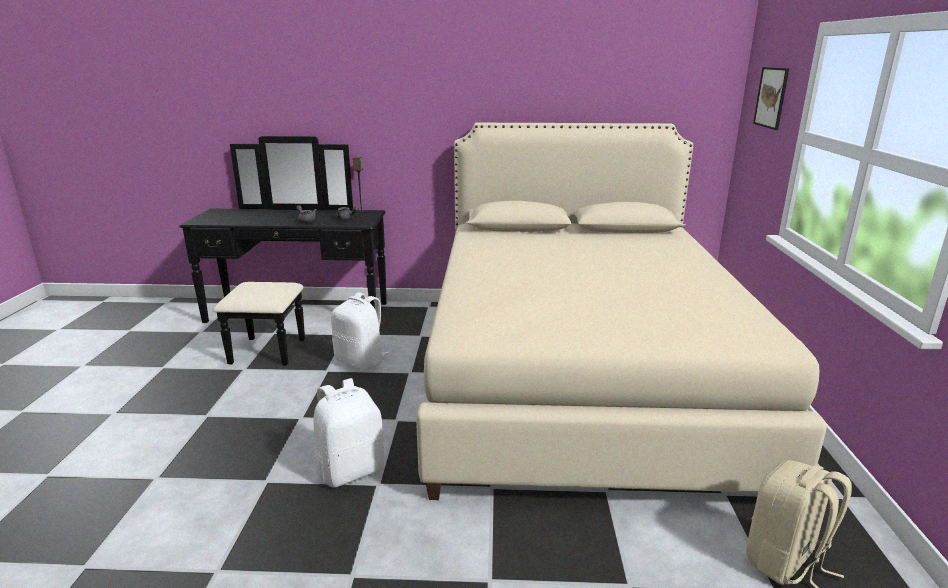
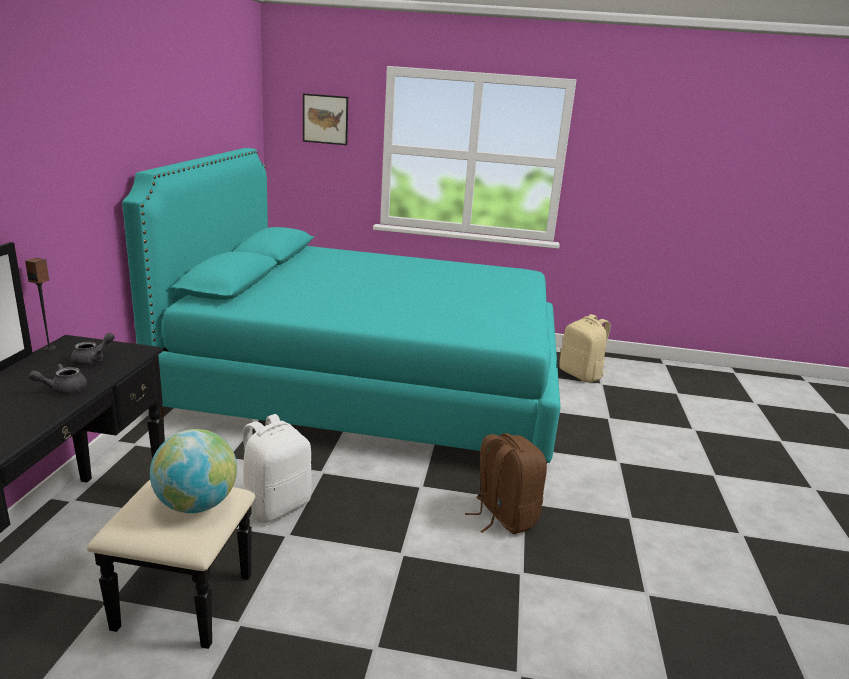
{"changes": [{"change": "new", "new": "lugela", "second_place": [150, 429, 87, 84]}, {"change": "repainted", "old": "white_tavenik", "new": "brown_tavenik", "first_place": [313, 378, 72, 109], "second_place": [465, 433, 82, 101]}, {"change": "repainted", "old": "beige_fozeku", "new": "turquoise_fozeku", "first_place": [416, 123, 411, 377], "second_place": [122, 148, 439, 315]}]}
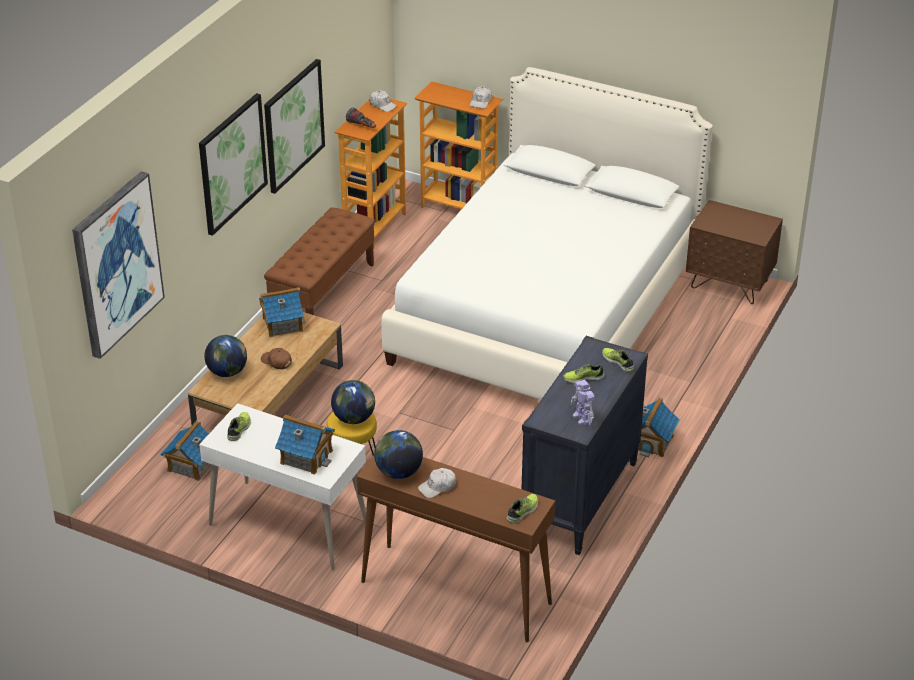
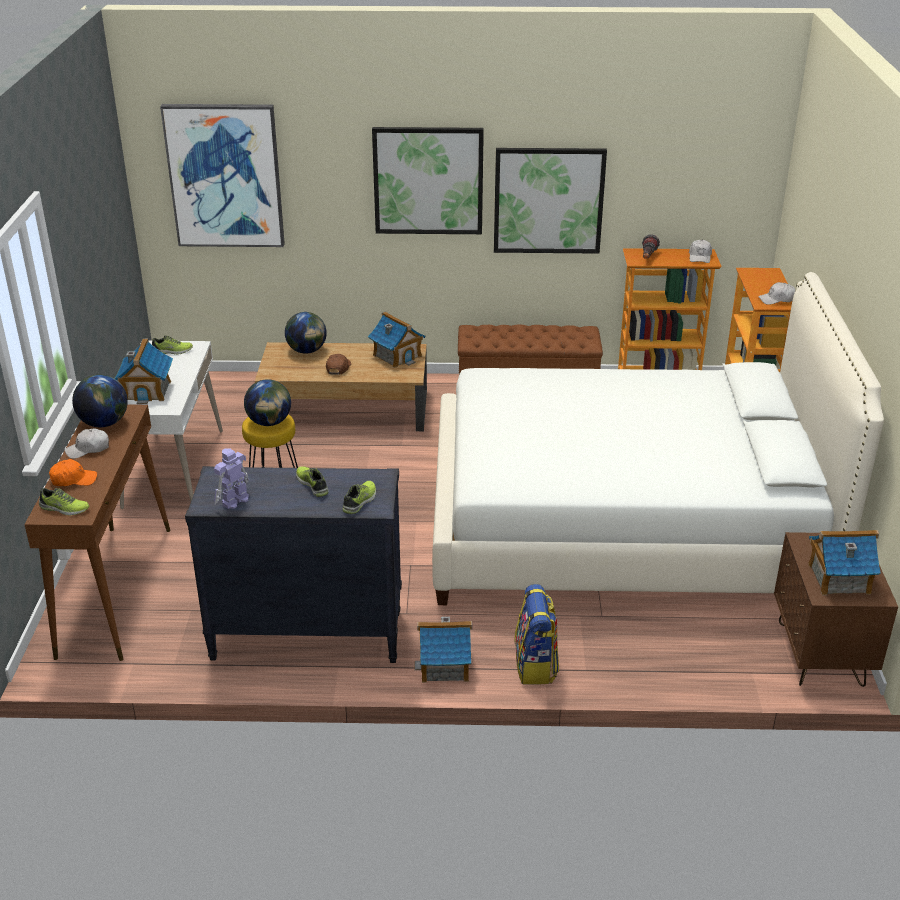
{"changes": [{"change": "new", "new": "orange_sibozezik", "second_place": [49, 459, 48, 27]}, {"change": "new", "new": "tavenik", "second_place": [514, 584, 45, 101]}, {"change": "shifted", "old": "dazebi", "first_place": [161, 420, 50, 61], "second_place": [808, 530, 73, 65]}, {"change": "rotated", "old": "white_sibozezik", "first_place": [418, 468, 38, 30], "second_place": [65, 429, 44, 30], "degrees": -60}]}
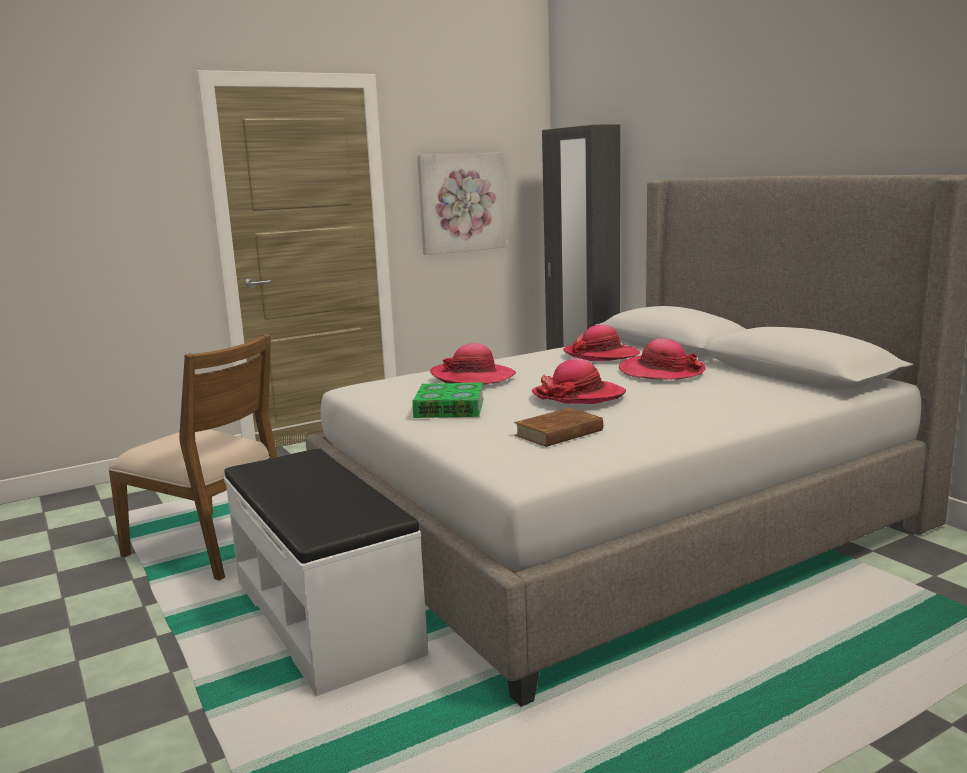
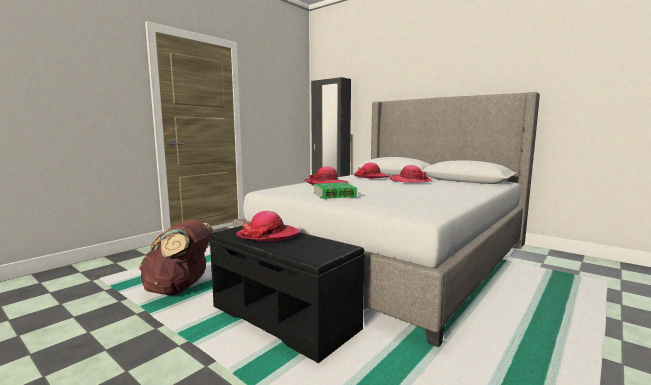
{"changes": [{"change": "gone", "old": "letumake", "first_place": [417, 152, 90, 103]}, {"change": "gone", "old": "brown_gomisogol", "first_place": [514, 408, 89, 39]}, {"change": "shifted", "old": "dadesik", "first_place": [532, 359, 94, 45], "second_place": [236, 211, 64, 30]}, {"change": "swapped", "old": "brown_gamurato", "new": "brown_tavenik", "first_place": [108, 334, 169, 247], "second_place": [139, 220, 76, 76]}, {"change": "repainted", "old": "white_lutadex", "new": "black_lutadex", "first_place": [224, 448, 204, 248], "second_place": [209, 225, 156, 138]}]}
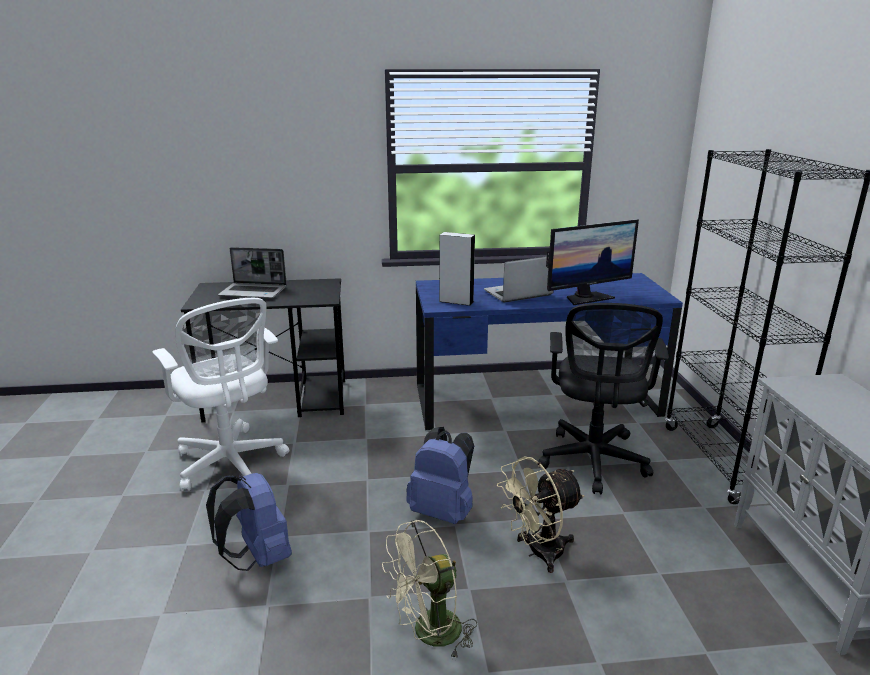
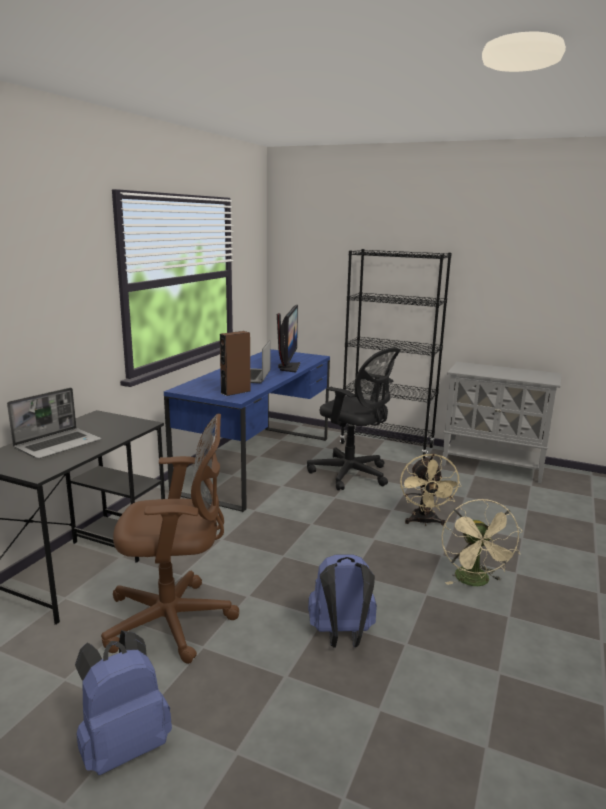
{"changes": [{"change": "shifted", "old": "blue_tavenik", "first_place": [406, 427, 68, 97], "second_place": [75, 630, 97, 145]}, {"change": "repainted", "old": "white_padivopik", "new": "brown_padivopik", "first_place": [152, 298, 137, 193], "second_place": [101, 413, 138, 251]}, {"change": "repainted", "old": "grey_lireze", "new": "brown_lireze", "first_place": [439, 232, 36, 74], "second_place": [220, 331, 31, 65]}]}
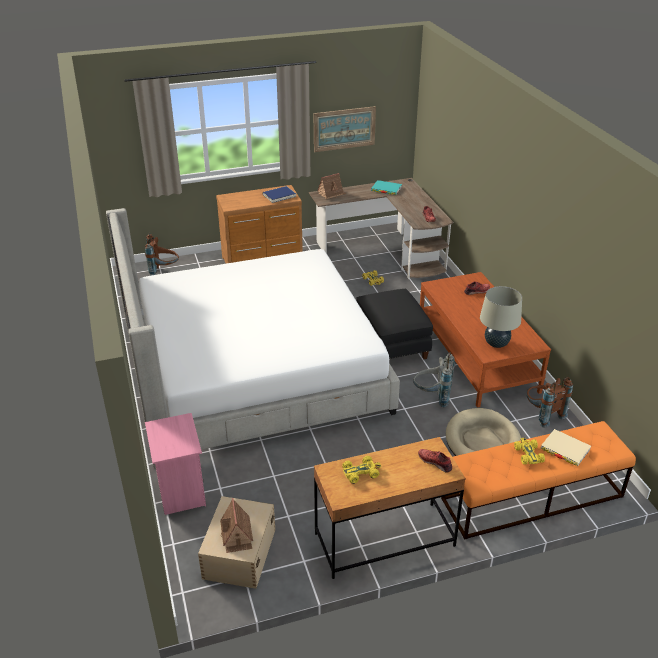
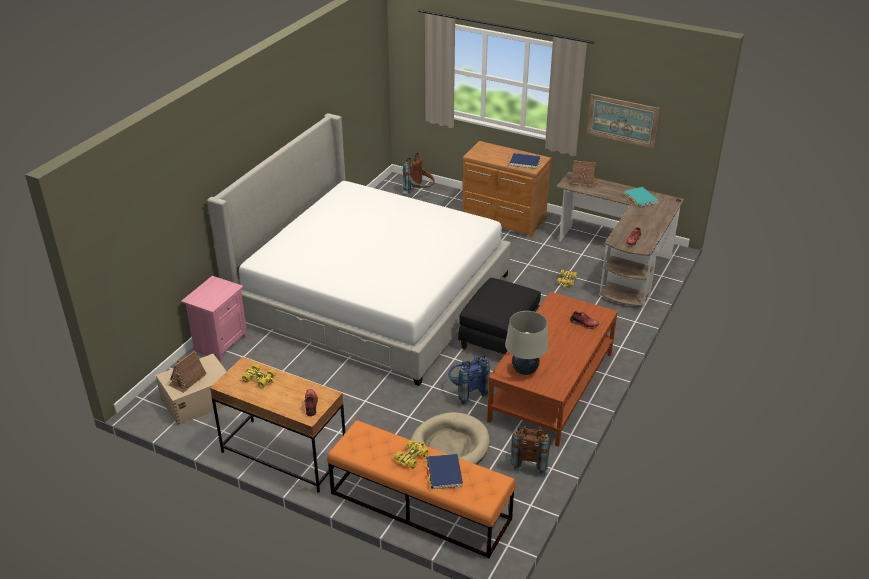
{"changes": [{"change": "repainted", "old": "grey_tavenik", "new": "blue_tavenik", "first_place": [413, 352, 42, 55], "second_place": [448, 355, 42, 51]}, {"change": "repainted", "old": "beige_gomisogol", "new": "blue_gomisogol", "first_place": [541, 429, 50, 37], "second_place": [426, 454, 37, 35]}]}
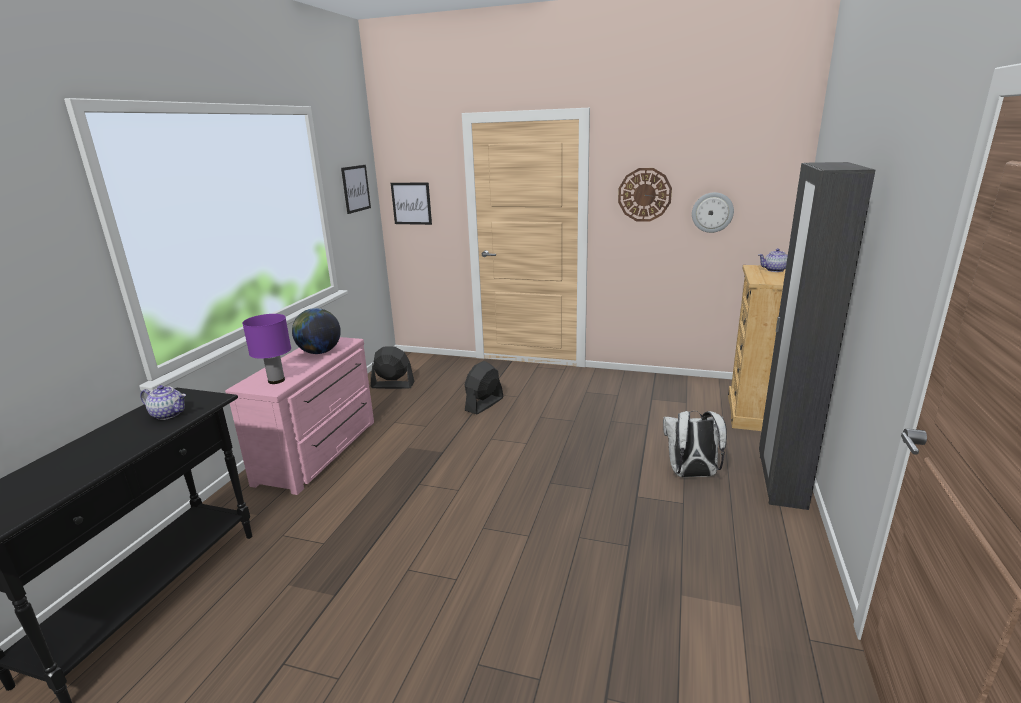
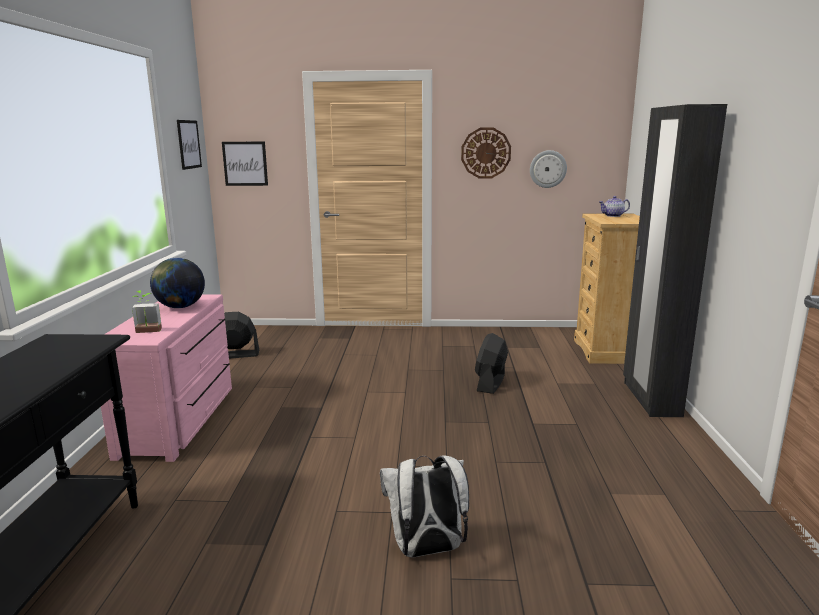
{"changes": [{"change": "gone", "old": "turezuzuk", "first_place": [140, 385, 46, 35]}, {"change": "shifted", "old": "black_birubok", "first_place": [465, 361, 39, 53], "second_place": [475, 333, 33, 61]}, {"change": "shifted", "old": "white_tavenik", "first_place": [663, 411, 64, 66], "second_place": [380, 455, 89, 102]}, {"change": "swapped", "old": "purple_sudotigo", "new": "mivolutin", "first_place": [242, 314, 49, 70], "second_place": [132, 291, 30, 42]}]}
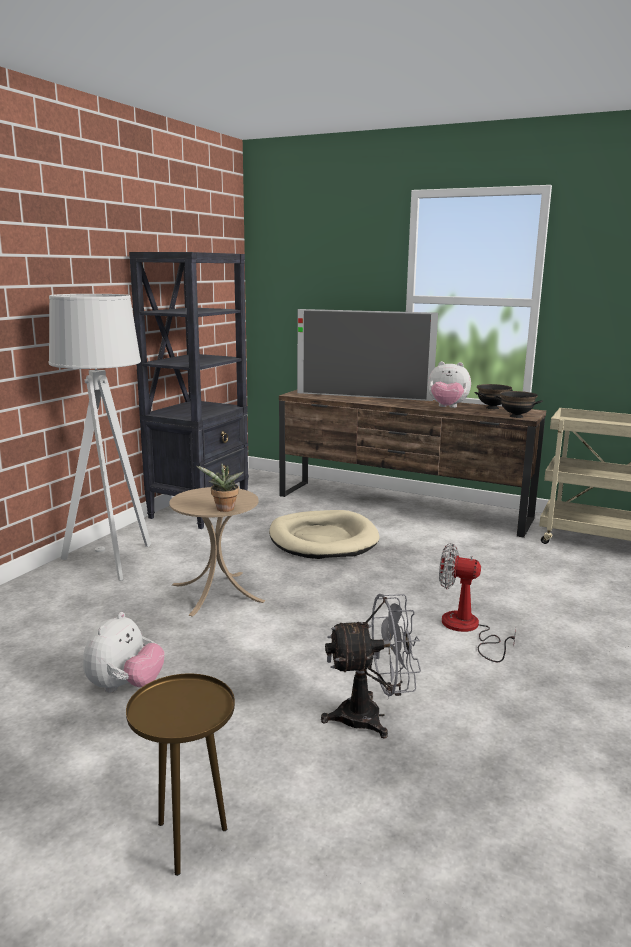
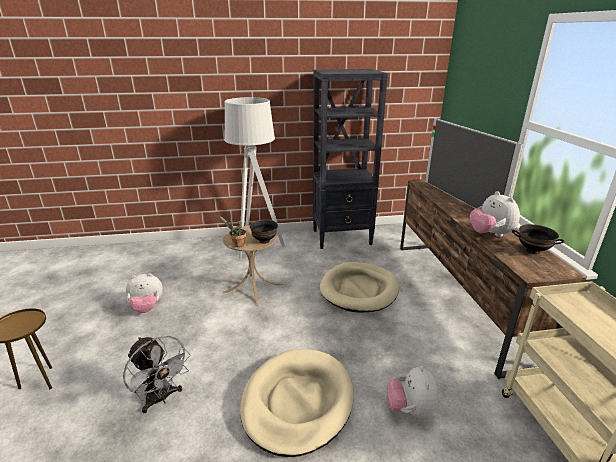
{"changes": [{"change": "new", "new": "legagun", "second_place": [387, 366, 52, 53]}, {"change": "shifted", "old": "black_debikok", "first_place": [494, 391, 49, 27], "second_place": [250, 220, 28, 24]}, {"change": "swapped", "old": "birubok", "new": "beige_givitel", "first_place": [439, 543, 77, 119], "second_place": [240, 349, 114, 108]}]}
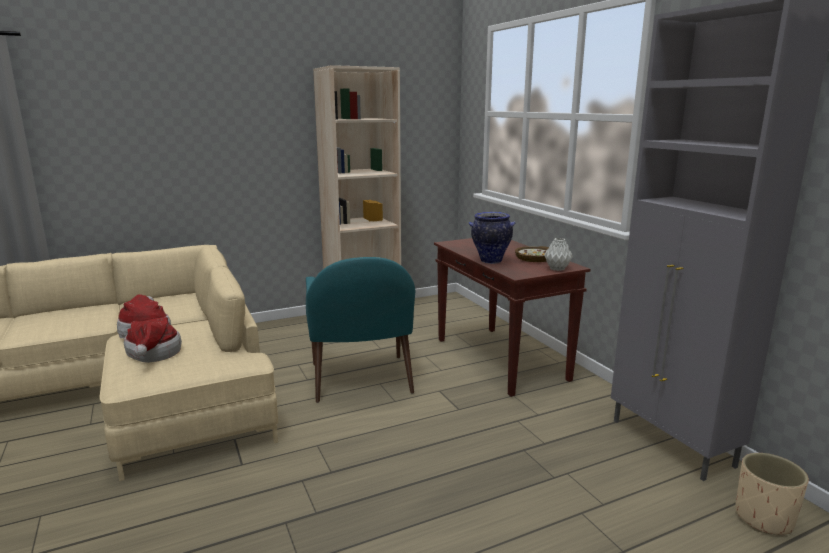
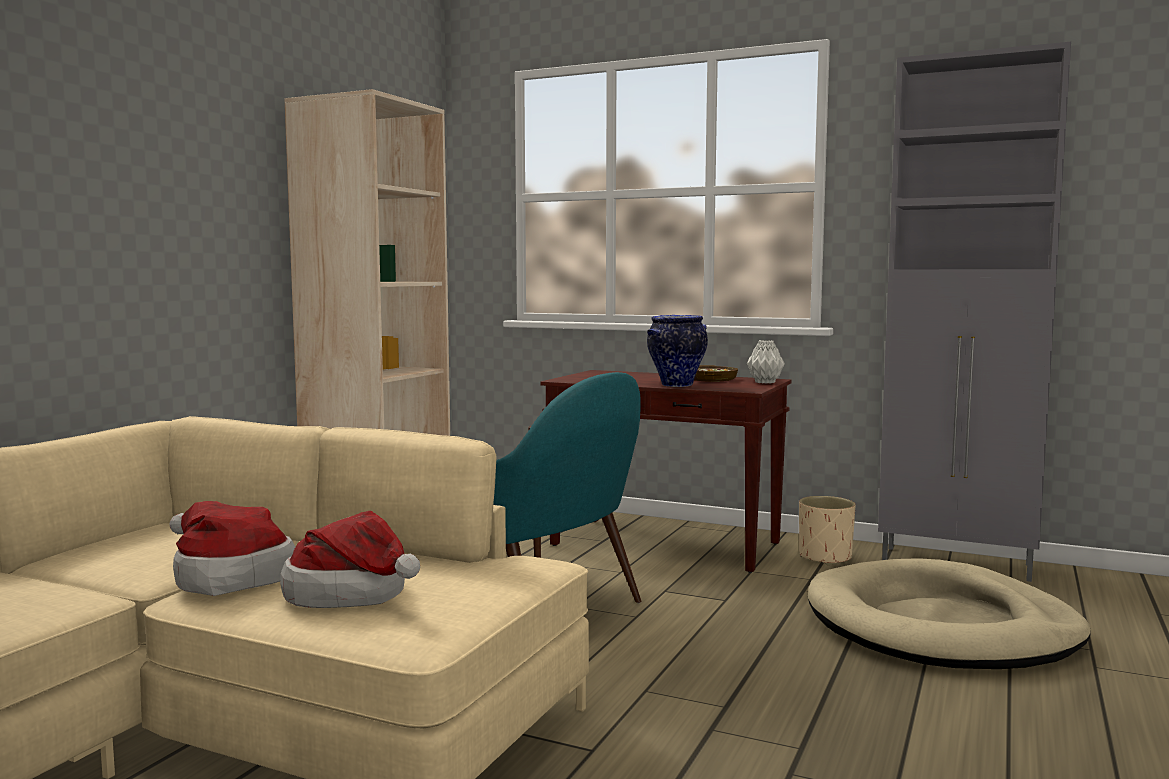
{"changes": [{"change": "new", "new": "beige_givitel", "second_place": [808, 558, 283, 111]}, {"change": "shifted", "old": "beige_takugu", "first_place": [735, 453, 74, 82], "second_place": [799, 496, 57, 69]}]}
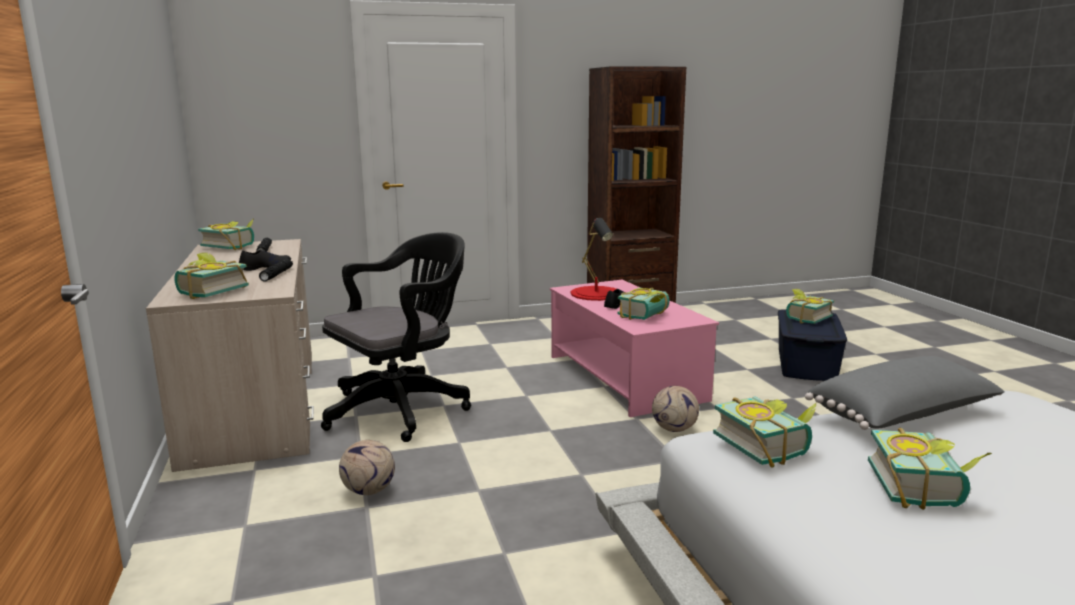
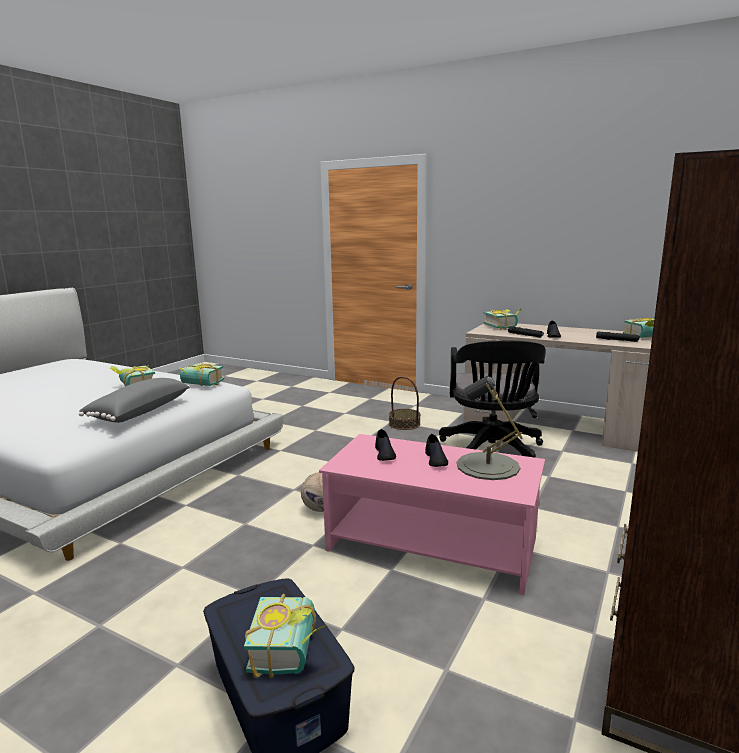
{"changes": [{"change": "swapped", "old": "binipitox", "new": "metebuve", "first_place": [339, 440, 56, 55], "second_place": [389, 376, 32, 54]}, {"change": "swapped", "old": "gomisogol", "new": "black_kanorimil", "first_place": [617, 287, 53, 33], "second_place": [375, 429, 21, 32]}, {"change": "repainted", "old": "red_sudotigo", "new": "grey_sudotigo", "first_place": [571, 218, 45, 83], "second_place": [457, 376, 66, 104]}]}
